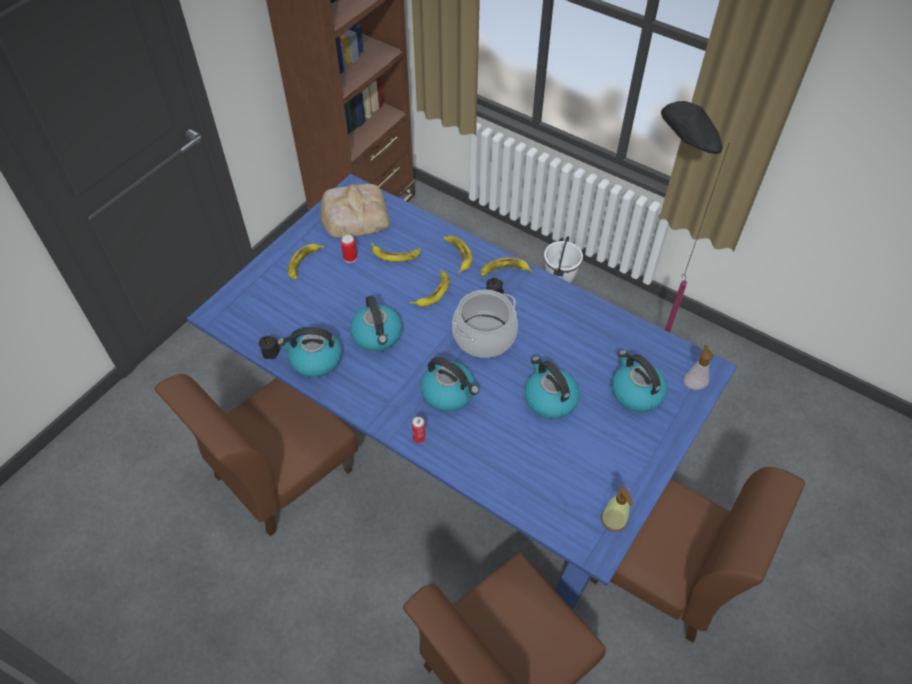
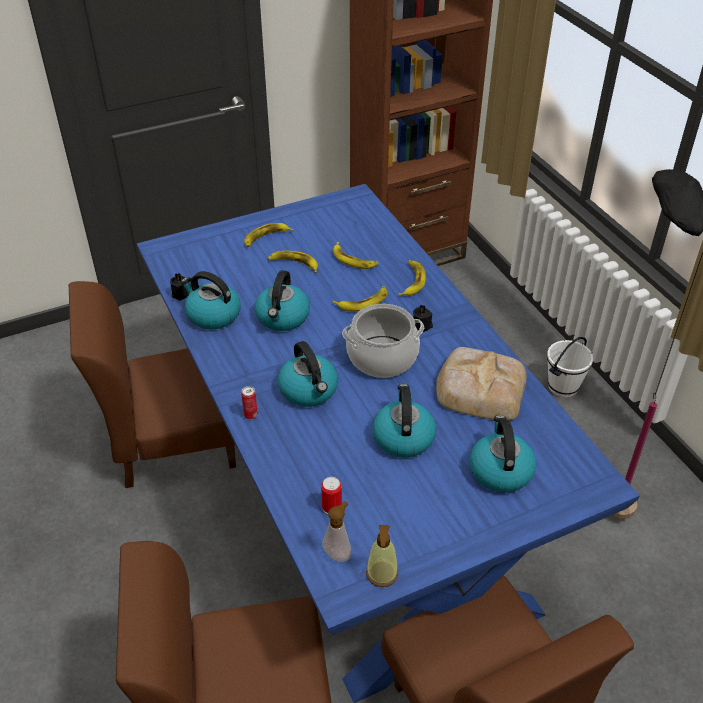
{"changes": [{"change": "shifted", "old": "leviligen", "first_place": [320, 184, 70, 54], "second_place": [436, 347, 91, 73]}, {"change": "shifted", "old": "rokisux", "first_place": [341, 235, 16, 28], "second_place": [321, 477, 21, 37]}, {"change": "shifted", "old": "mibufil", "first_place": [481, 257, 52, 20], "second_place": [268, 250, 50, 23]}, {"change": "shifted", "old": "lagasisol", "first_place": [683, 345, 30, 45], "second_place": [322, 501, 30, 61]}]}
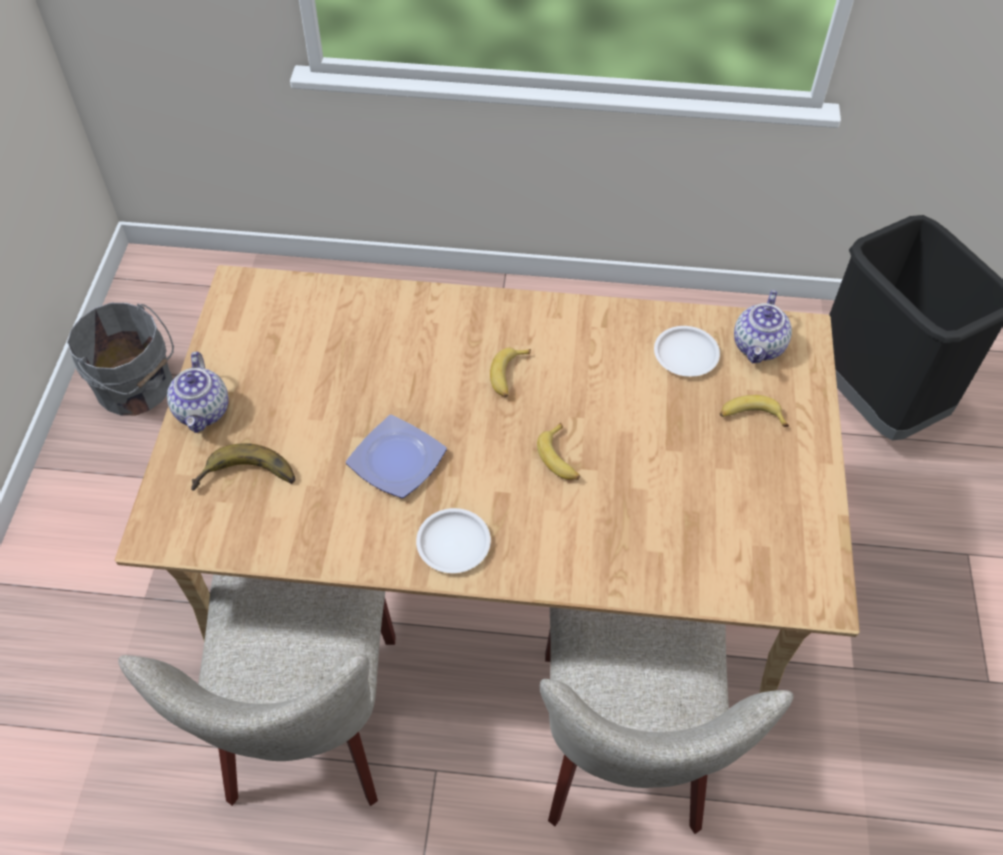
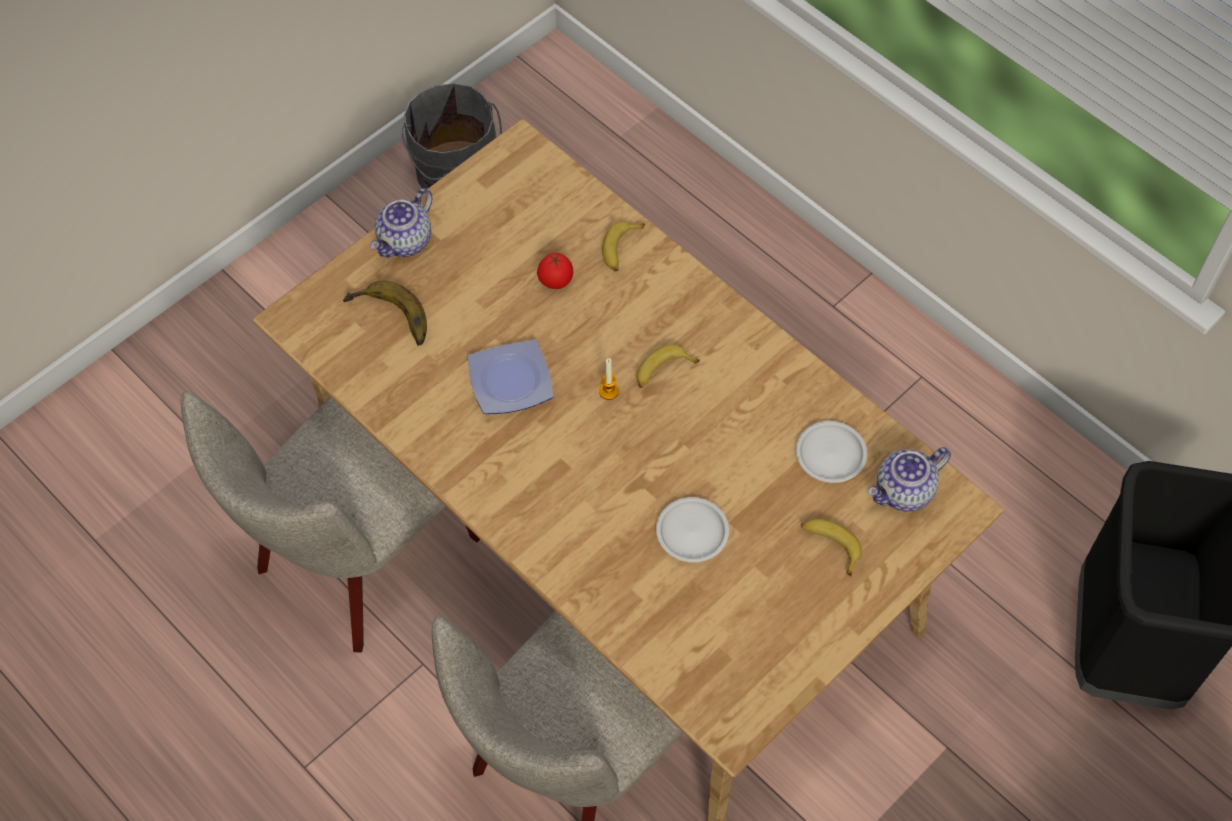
{"changes": [{"change": "new", "new": "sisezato", "second_place": [537, 252, 36, 37]}, {"change": "new", "new": "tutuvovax", "second_place": [599, 358, 20, 42]}, {"change": "shifted", "old": "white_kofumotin", "first_place": [416, 508, 75, 65], "second_place": [656, 497, 73, 65]}, {"change": "shifted", "old": "mibufil", "first_place": [537, 423, 43, 57], "second_place": [602, 221, 43, 51]}]}
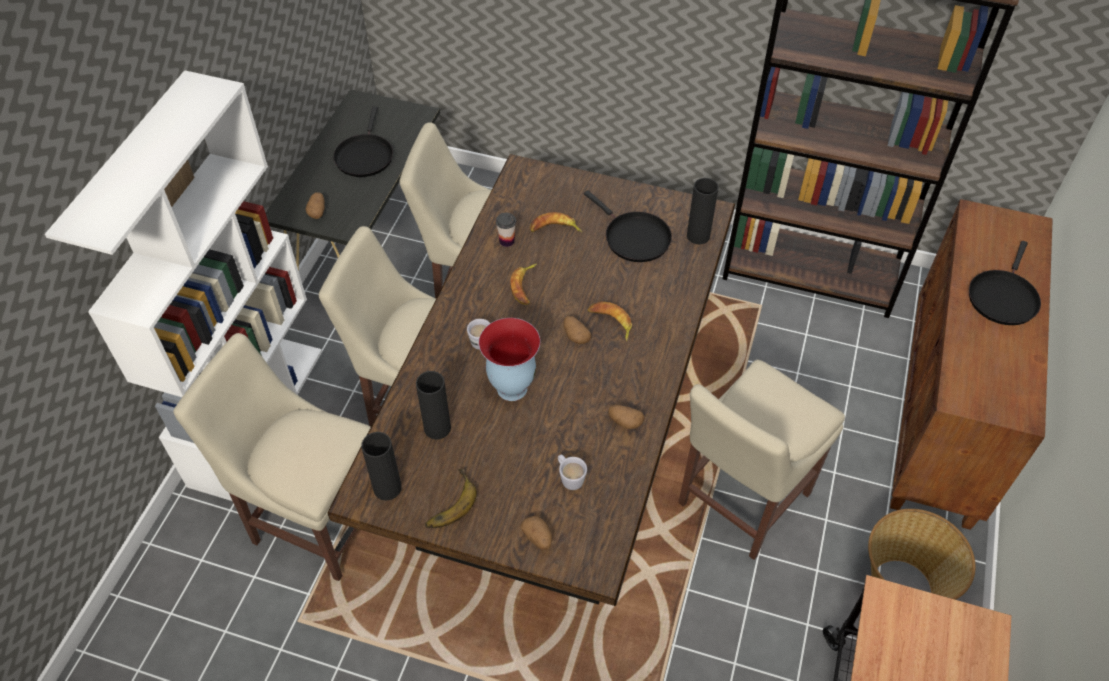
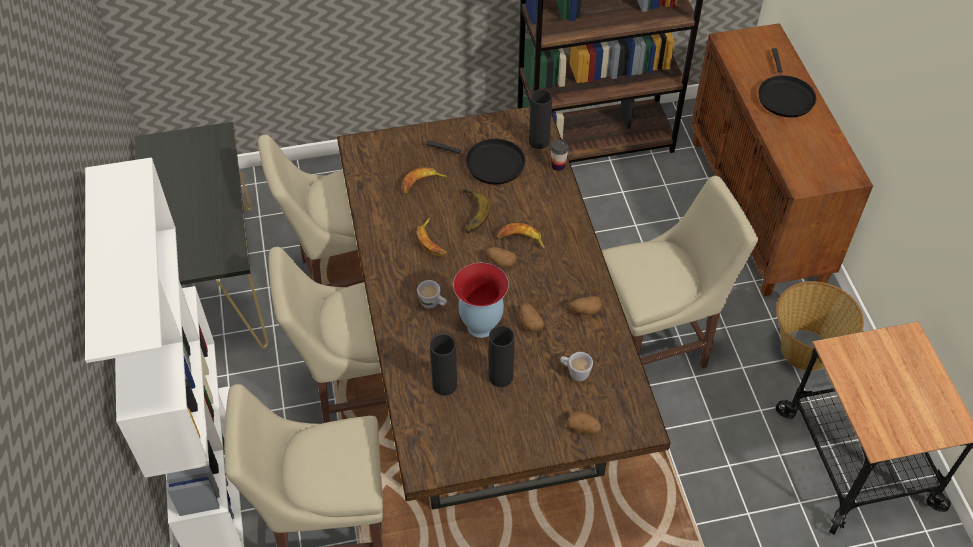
{"changes": [{"change": "gone", "old": "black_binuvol", "first_place": [333, 107, 60, 70]}, {"change": "shifted", "old": "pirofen", "first_place": [305, 192, 20, 27], "second_place": [520, 303, 24, 29]}, {"change": "shifted", "old": "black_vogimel", "first_place": [361, 432, 41, 69], "second_place": [489, 326, 26, 61]}, {"change": "shifted", "old": "mibufil", "first_place": [425, 469, 52, 59], "second_place": [463, 188, 27, 45]}, {"change": "shifted", "old": "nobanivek", "first_place": [496, 212, 20, 35], "second_place": [550, 140, 19, 31]}, {"change": "rotated", "old": "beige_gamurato", "first_place": [678, 360, 167, 200], "second_place": [602, 176, 156, 192], "degrees": -120}]}
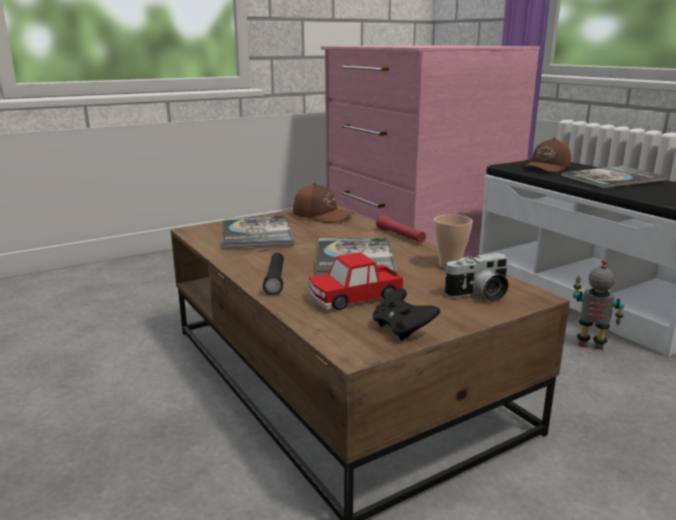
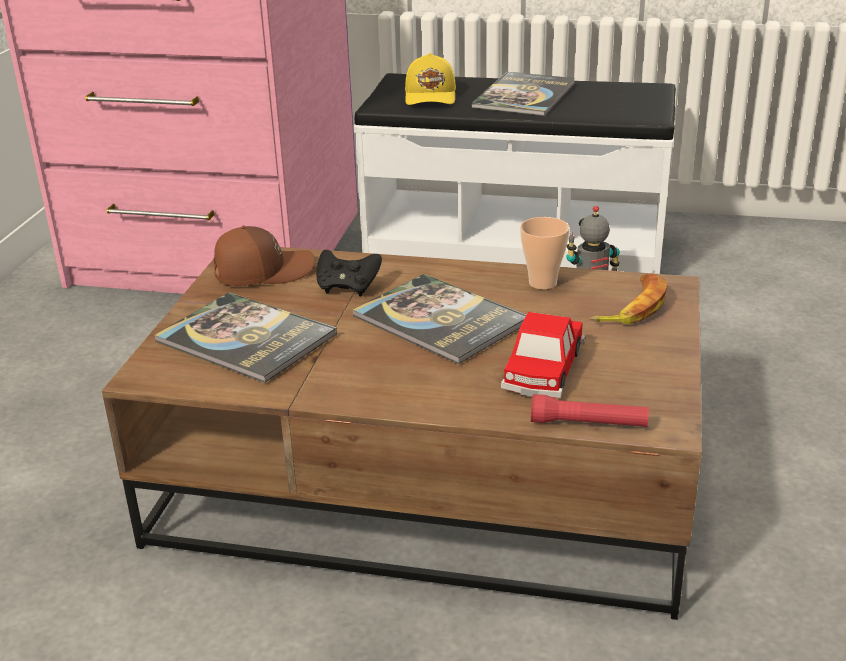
{"changes": [{"change": "gone", "old": "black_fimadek", "first_place": [263, 253, 21, 42]}, {"change": "shifted", "old": "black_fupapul", "first_place": [373, 288, 67, 53], "second_place": [316, 250, 66, 46]}, {"change": "shifted", "old": "red_fimadek", "first_place": [376, 215, 50, 28], "second_place": [531, 394, 118, 33]}, {"change": "swapped", "old": "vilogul", "new": "mibufil", "first_place": [444, 253, 65, 49], "second_place": [589, 273, 78, 51]}, {"change": "repainted", "old": "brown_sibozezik", "new": "yellow_sibozezik", "first_place": [523, 138, 48, 34], "second_place": [405, 53, 51, 52]}]}
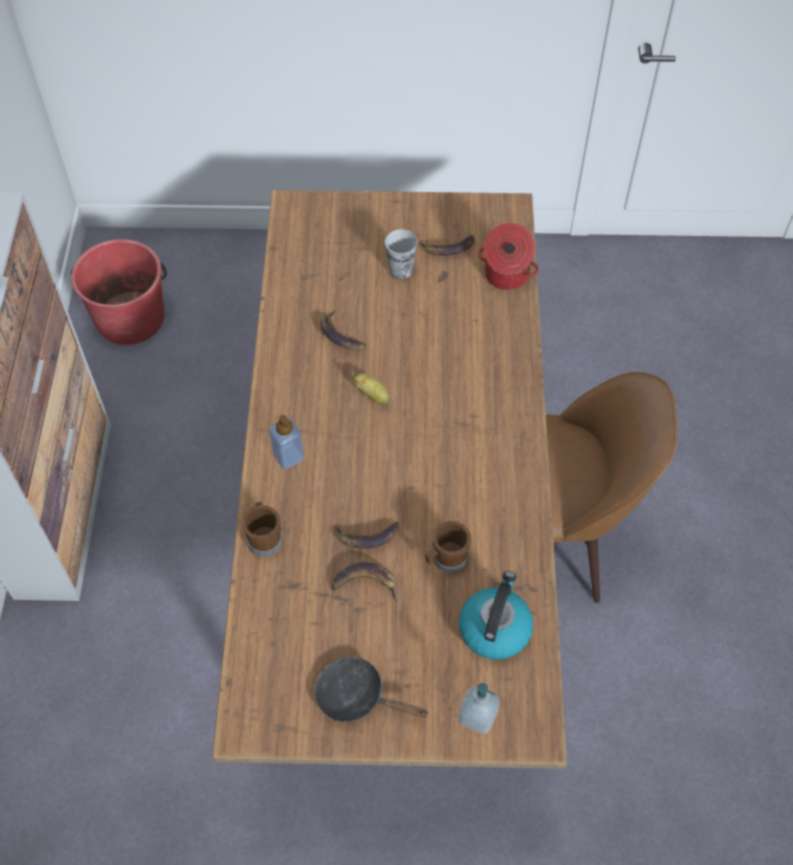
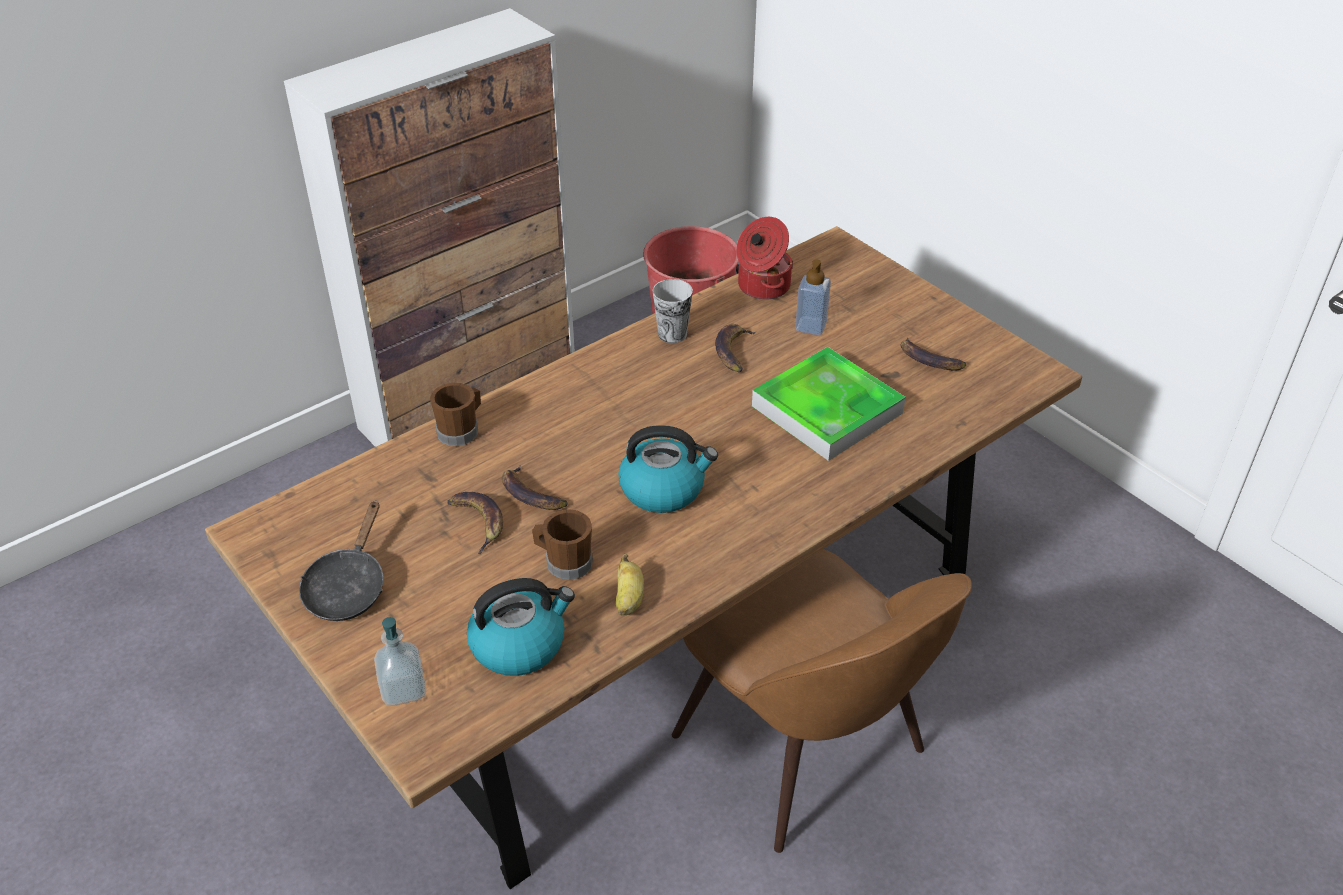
{"changes": [{"change": "new", "new": "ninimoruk", "second_place": [619, 425, 99, 88]}, {"change": "new", "new": "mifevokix", "second_place": [752, 347, 154, 114]}, {"change": "shifted", "old": "lagasisol", "first_place": [269, 415, 35, 54], "second_place": [795, 259, 36, 76]}, {"change": "shifted", "old": "mibufil", "first_place": [351, 372, 39, 33], "second_place": [616, 554, 28, 61]}, {"change": "shifted", "old": "nobanivek", "first_place": [385, 229, 32, 51], "second_place": [652, 279, 41, 64]}, {"change": "shifted", "old": "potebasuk", "first_place": [478, 223, 61, 67], "second_place": [736, 217, 57, 83]}, {"change": "rotated", "old": "black_binuvol", "first_place": [315, 657, 114, 65], "second_place": [299, 500, 84, 121], "degrees": -150}]}
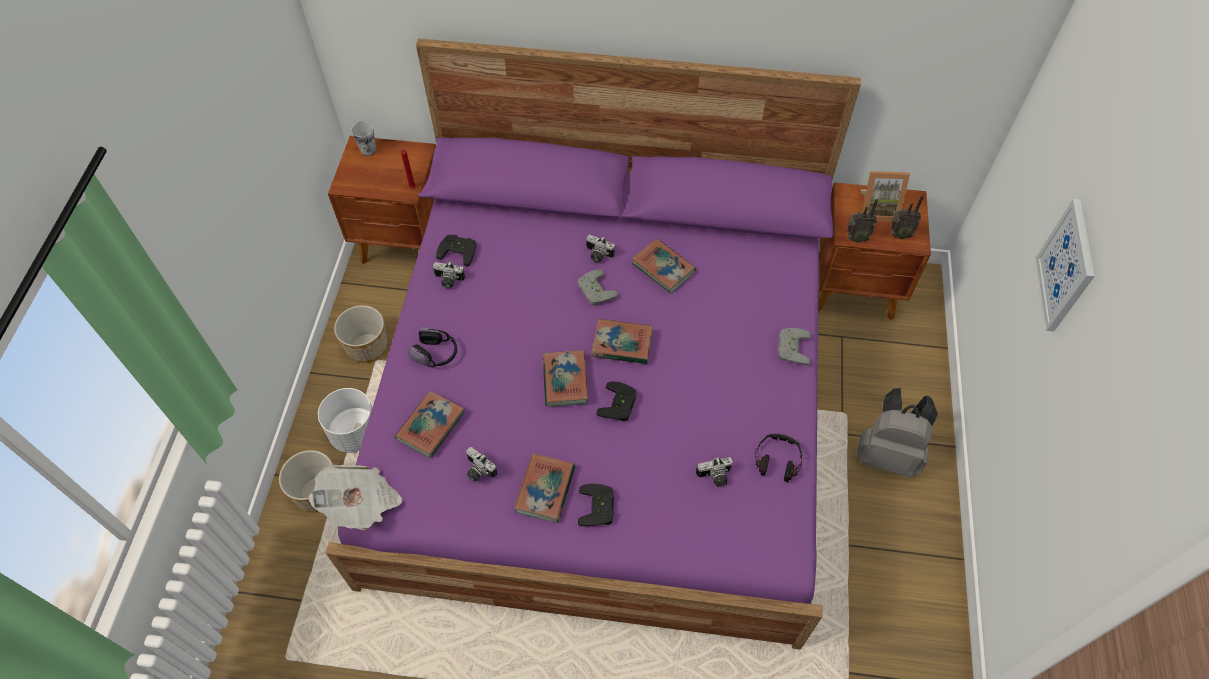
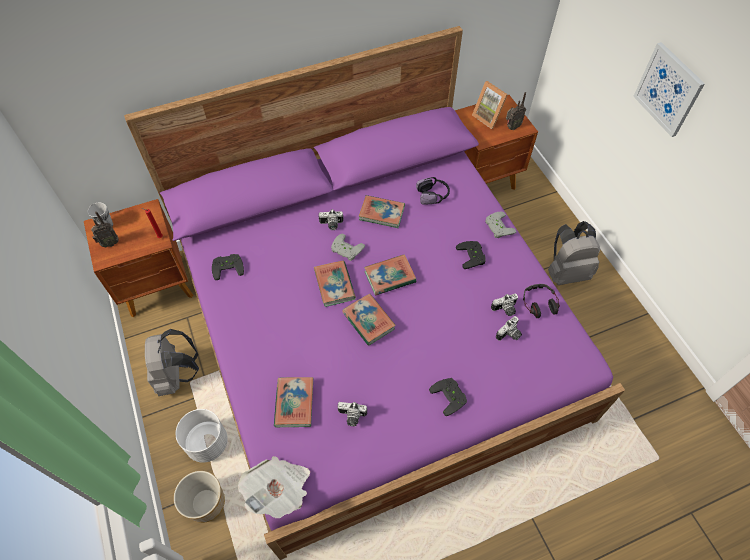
{"changes": [{"change": "shifted", "old": "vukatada", "first_place": [408, 327, 49, 40], "second_place": [416, 177, 34, 27]}, {"change": "shifted", "old": "vilogul", "first_place": [433, 262, 32, 27], "second_place": [491, 294, 27, 22]}, {"change": "shifted", "old": "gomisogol", "first_place": [514, 454, 61, 69], "second_place": [314, 261, 42, 46]}, {"change": "shifted", "old": "black_fupapul", "first_place": [596, 381, 40, 40], "second_place": [456, 241, 29, 28]}, {"change": "shifted", "old": "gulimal", "first_place": [846, 199, 32, 43], "second_place": [91, 211, 28, 36]}, {"change": "swapped", "old": "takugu", "new": "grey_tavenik", "first_place": [334, 305, 54, 58], "second_place": [145, 329, 54, 67]}, {"change": "rotated", "old": "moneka", "first_place": [861, 171, 49, 50], "second_place": [472, 81, 36, 48], "degrees": 75}]}
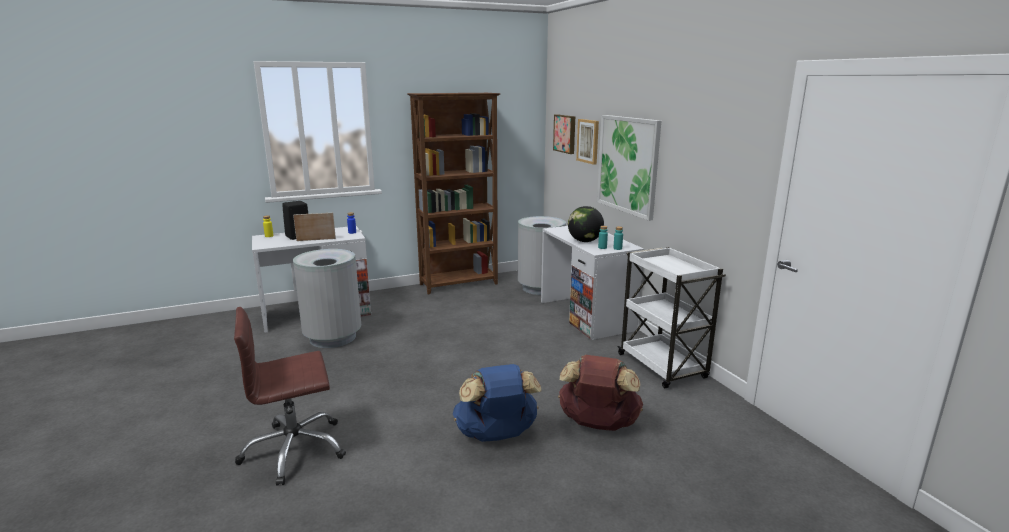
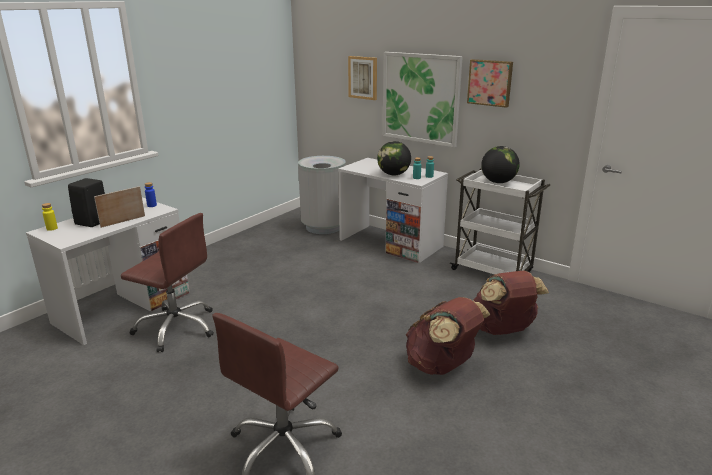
{"changes": [{"change": "gone", "old": "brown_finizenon", "first_place": [407, 93, 93, 201]}, {"change": "new", "new": "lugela", "second_place": [481, 146, 39, 37]}, {"change": "shifted", "old": "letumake", "first_place": [553, 114, 22, 40], "second_place": [467, 59, 46, 49]}, {"change": "swapped", "old": "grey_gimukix", "new": "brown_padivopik", "first_place": [293, 249, 68, 99], "second_place": [121, 213, 93, 139]}, {"change": "repainted", "old": "blue_tavenik", "new": "brown_tavenik", "first_place": [453, 364, 88, 78], "second_place": [406, 297, 84, 78]}]}
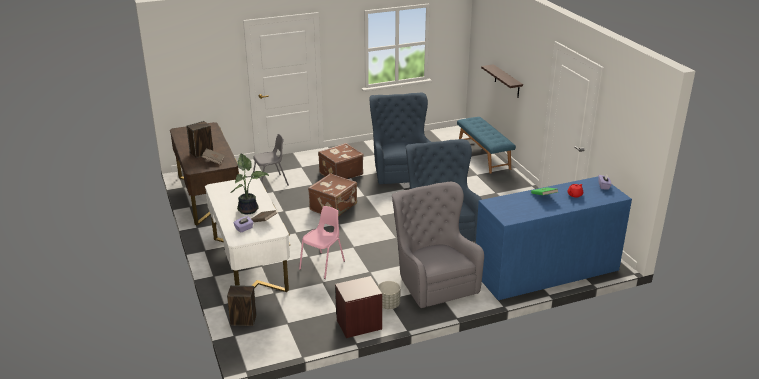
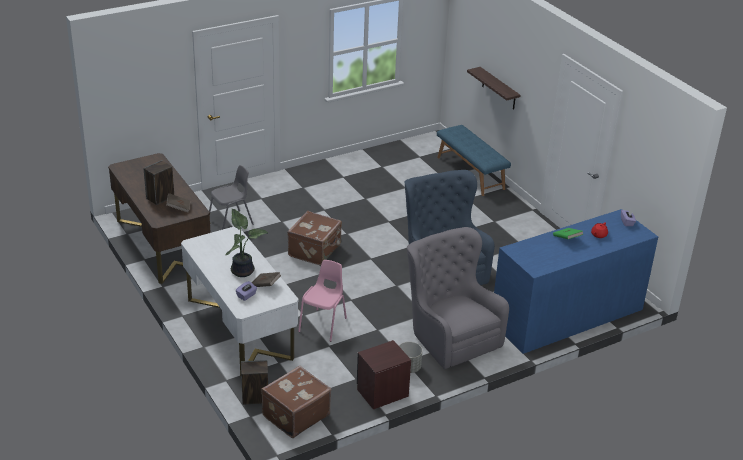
{"changes": [{"change": "gone", "old": "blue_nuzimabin", "first_place": [369, 93, 62, 91]}, {"change": "shifted", "old": "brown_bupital", "first_place": [318, 143, 45, 36], "second_place": [261, 365, 70, 73]}]}
